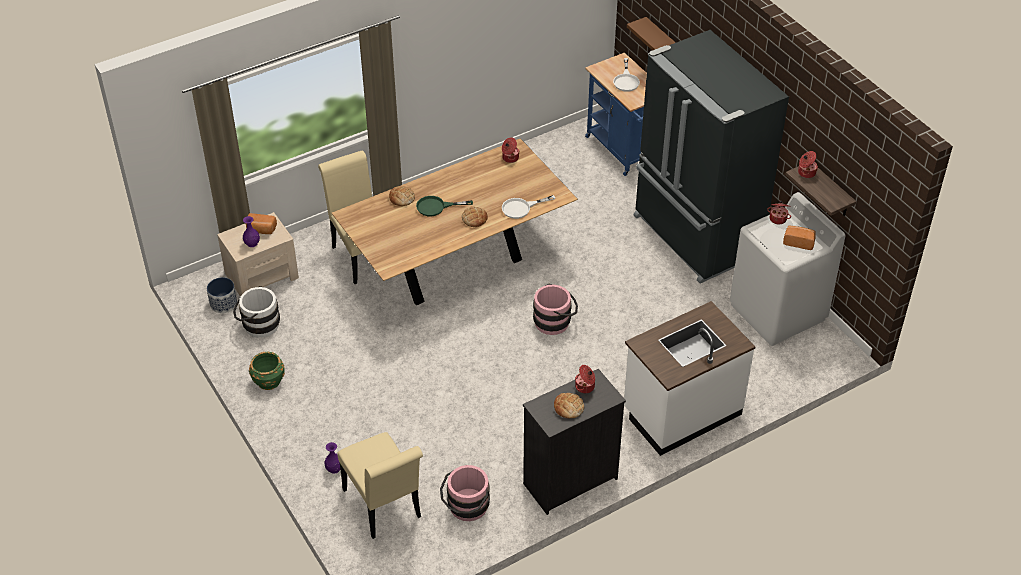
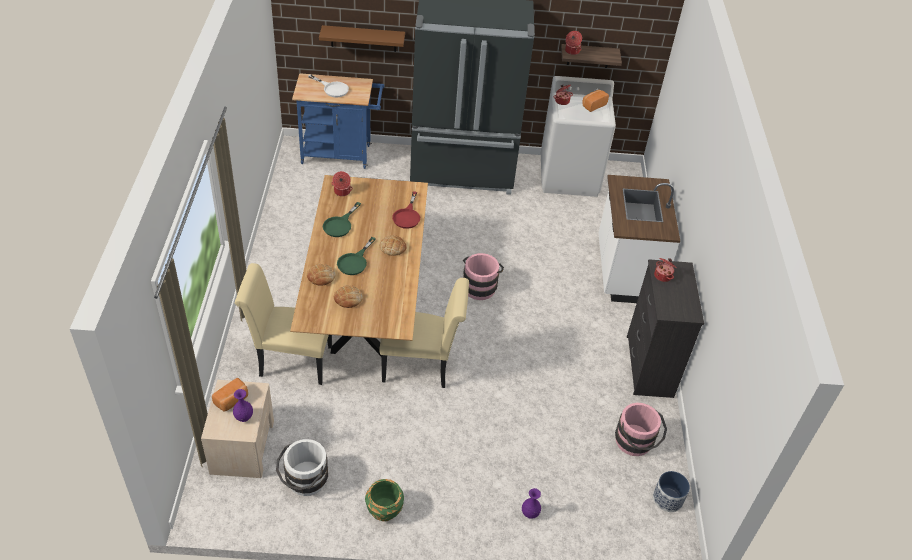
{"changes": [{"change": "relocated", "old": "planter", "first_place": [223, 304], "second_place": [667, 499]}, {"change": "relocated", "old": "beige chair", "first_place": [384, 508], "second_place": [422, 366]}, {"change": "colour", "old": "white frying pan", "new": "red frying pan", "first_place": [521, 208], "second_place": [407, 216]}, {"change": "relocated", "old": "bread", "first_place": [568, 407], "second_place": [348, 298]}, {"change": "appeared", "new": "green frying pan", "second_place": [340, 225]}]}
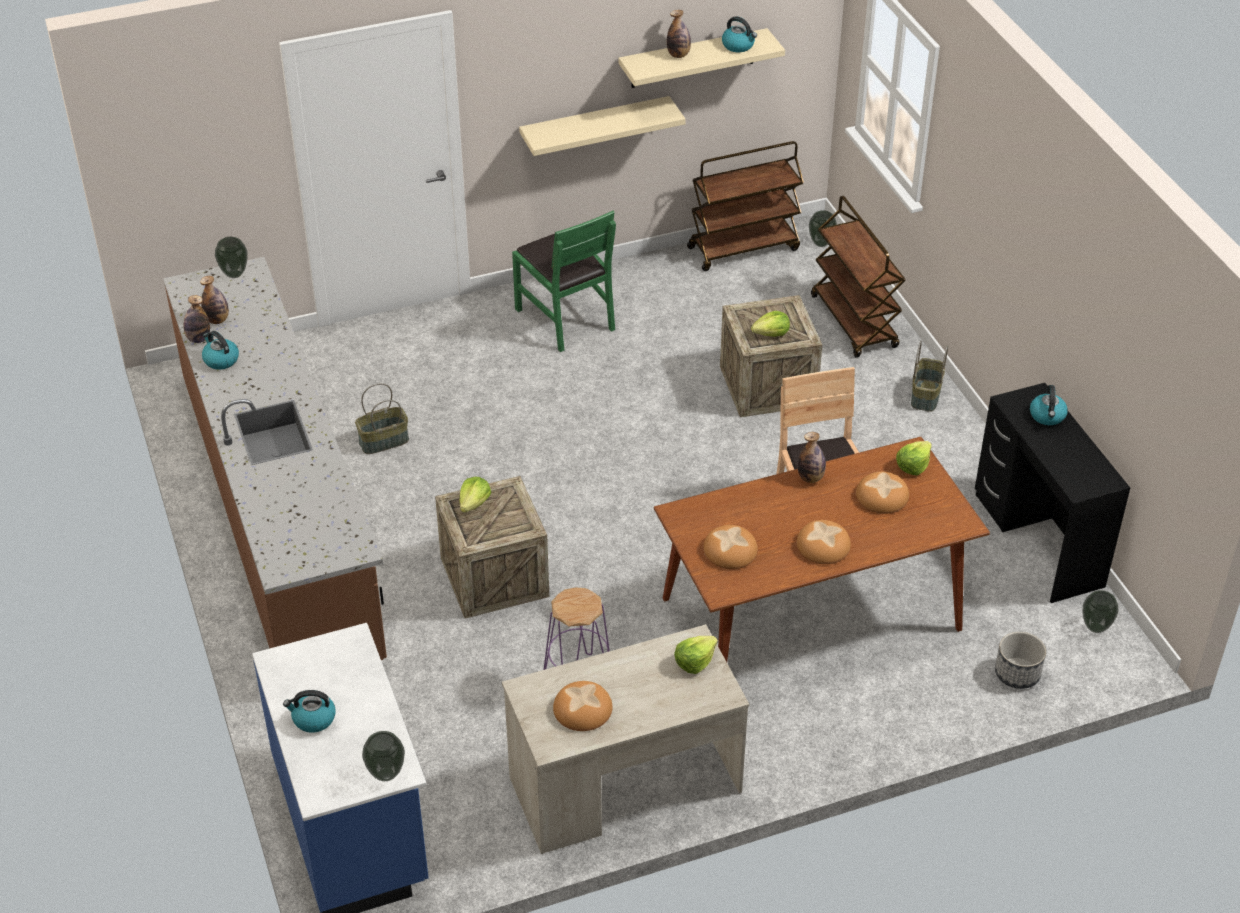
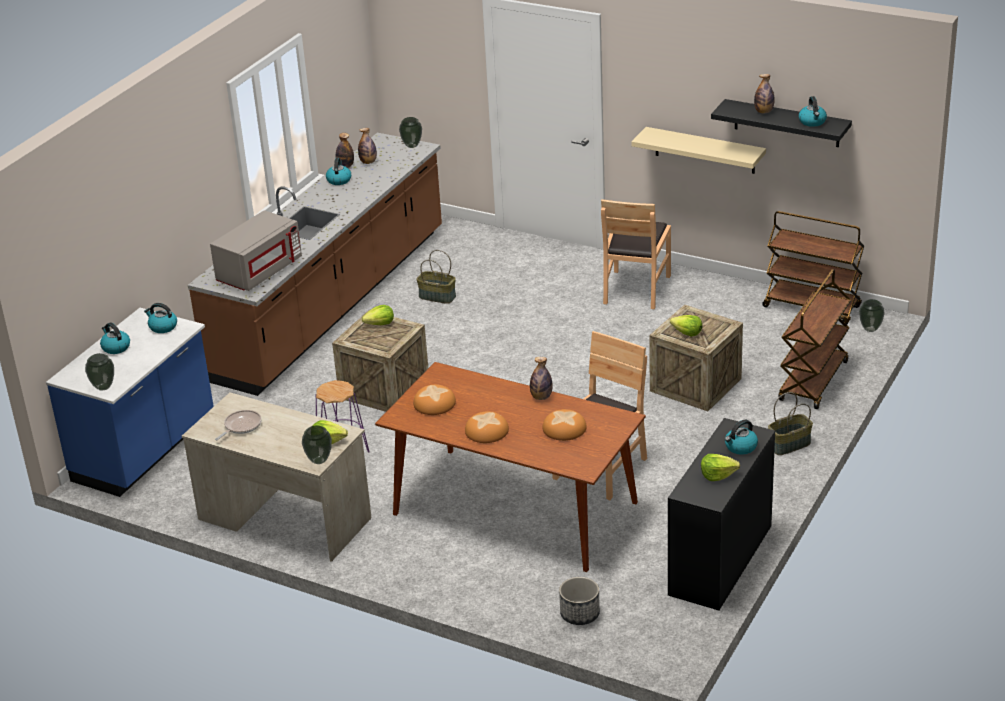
{"changes": [{"change": "colour", "old": "green chair", "new": "brown chair", "first_place": [566, 318], "second_place": [635, 289]}, {"change": "exchanged", "old": "bread", "new": "frying pan", "first_place": [582, 710], "second_place": [241, 426]}, {"change": "colour", "old": "beige shelf", "new": "black shelf", "first_place": [693, 58], "second_place": [786, 123]}, {"change": "relocated", "old": "lettuce", "first_place": [913, 465], "second_place": [717, 475]}, {"change": "relocated", "old": "vase", "first_place": [1096, 628], "second_place": [318, 461]}, {"change": "appeared", "new": "kettle", "second_place": [162, 327]}, {"change": "appeared", "new": "grey microwave", "second_place": [259, 271]}]}
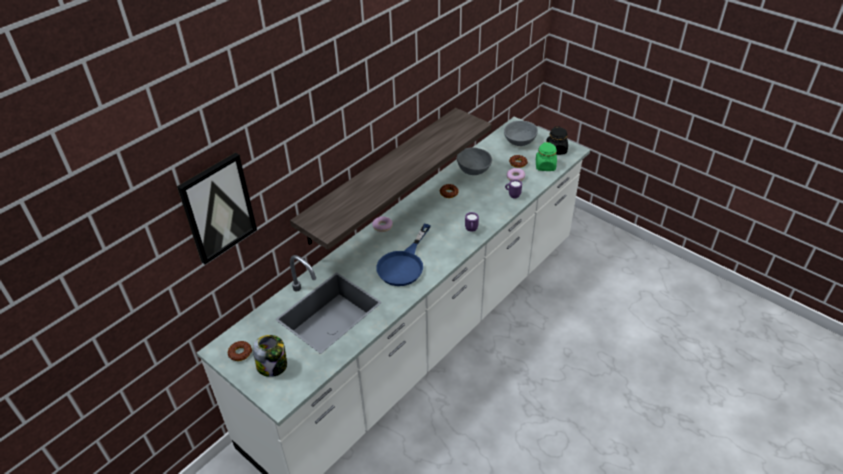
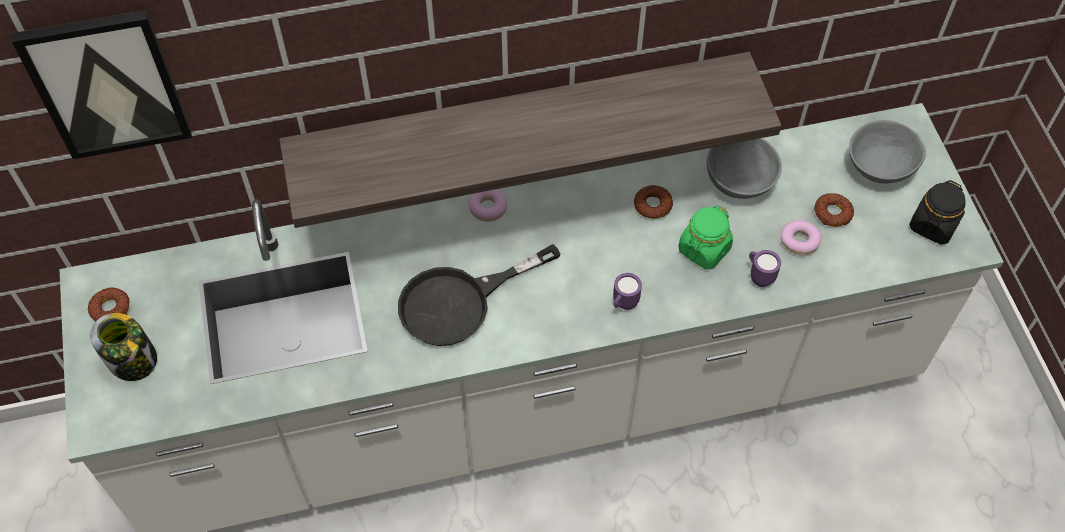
{"changes": [{"change": "colour", "old": "blue frying pan", "new": "black frying pan", "first_place": [404, 264], "second_place": [459, 302]}, {"change": "relocated", "old": "green jar", "first_place": [545, 166], "second_place": [704, 249]}]}
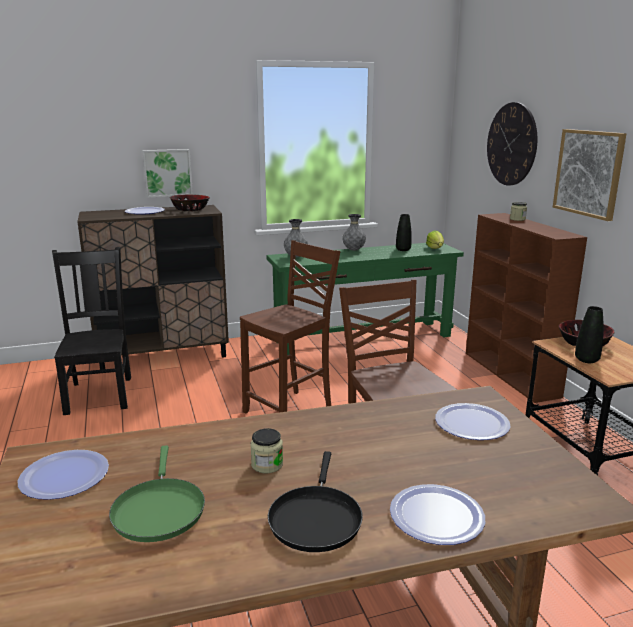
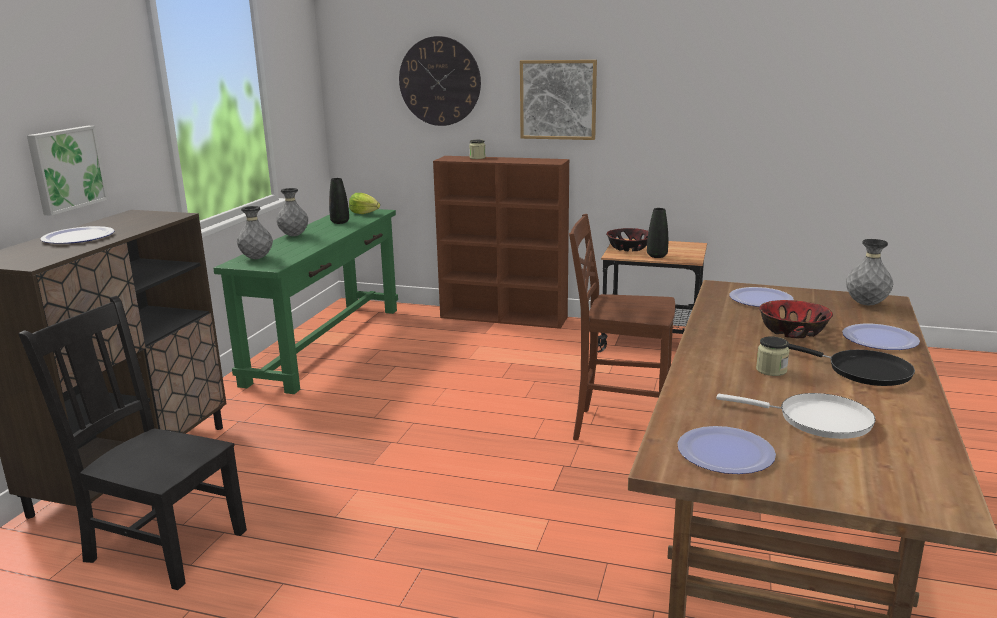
{"changes": [{"change": "colour", "old": "green frying pan", "new": "white frying pan", "first_place": [159, 510], "second_place": [817, 420]}, {"change": "relocated", "old": "bowl", "first_place": [190, 209], "second_place": [792, 331]}, {"change": "missing", "old": "brown chair", "first_place": [291, 410]}, {"change": "appeared", "new": "grey vase", "second_place": [866, 304]}]}
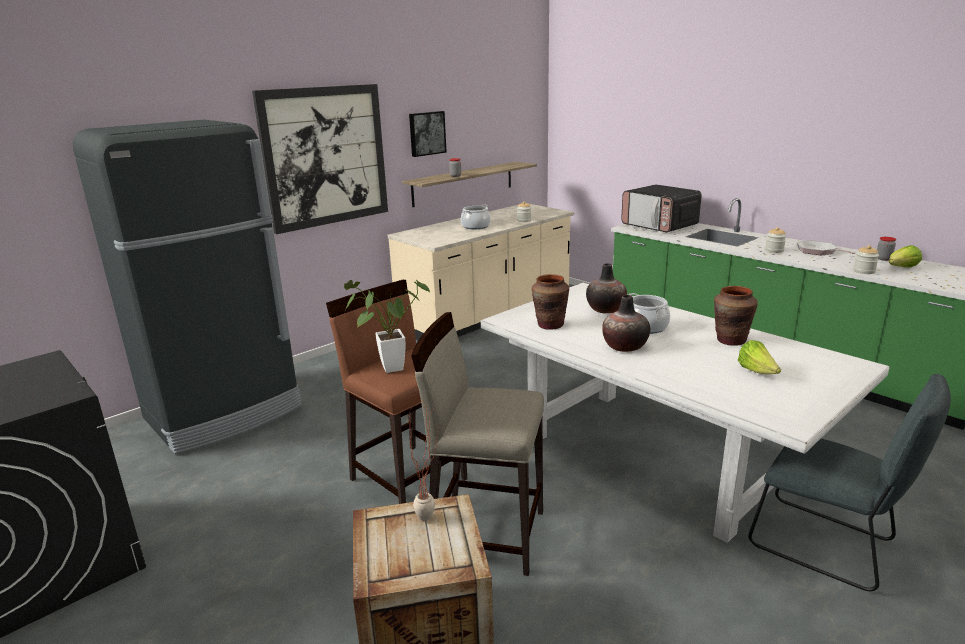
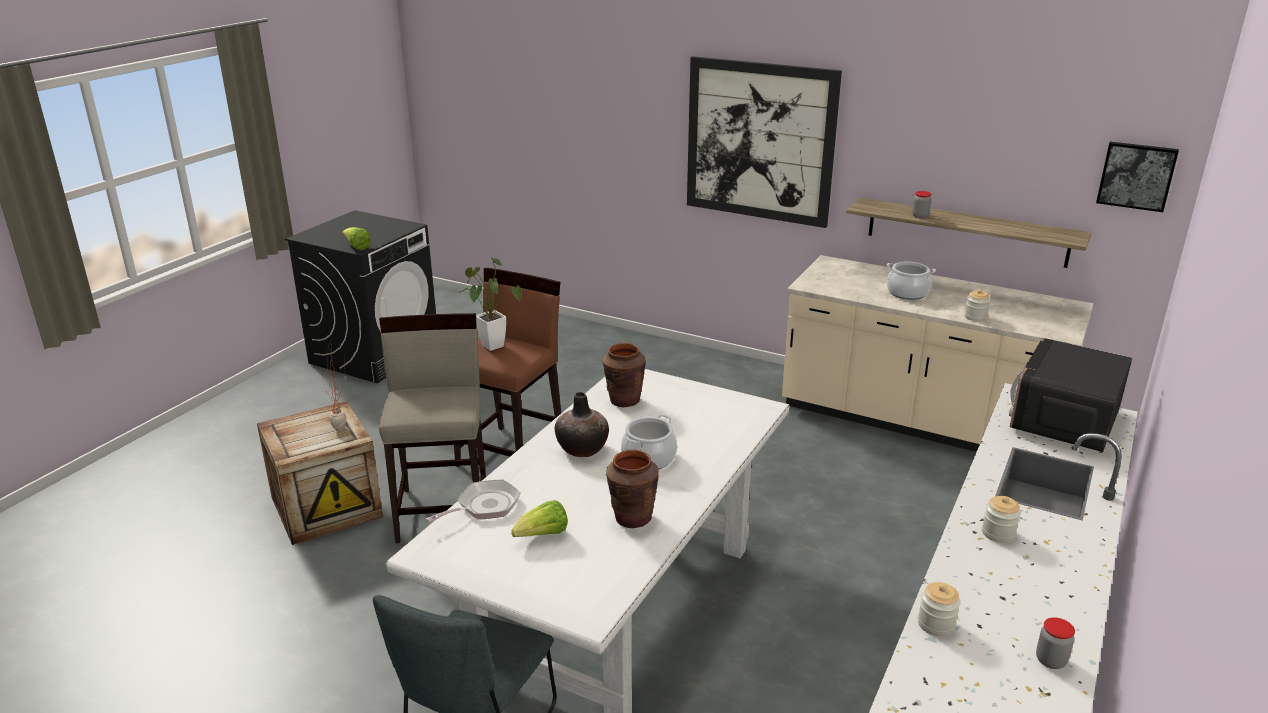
{"changes": [{"change": "missing", "old": "black fridge", "first_place": [225, 413]}, {"change": "relocated", "old": "picture", "first_place": [426, 133], "second_place": [1136, 175]}, {"change": "missing", "old": "vase", "first_place": [605, 309]}, {"change": "relocated", "old": "frying pan", "first_place": [819, 252], "second_place": [484, 506]}, {"change": "relocated", "old": "lettuce", "first_place": [901, 268], "second_place": [357, 247]}]}
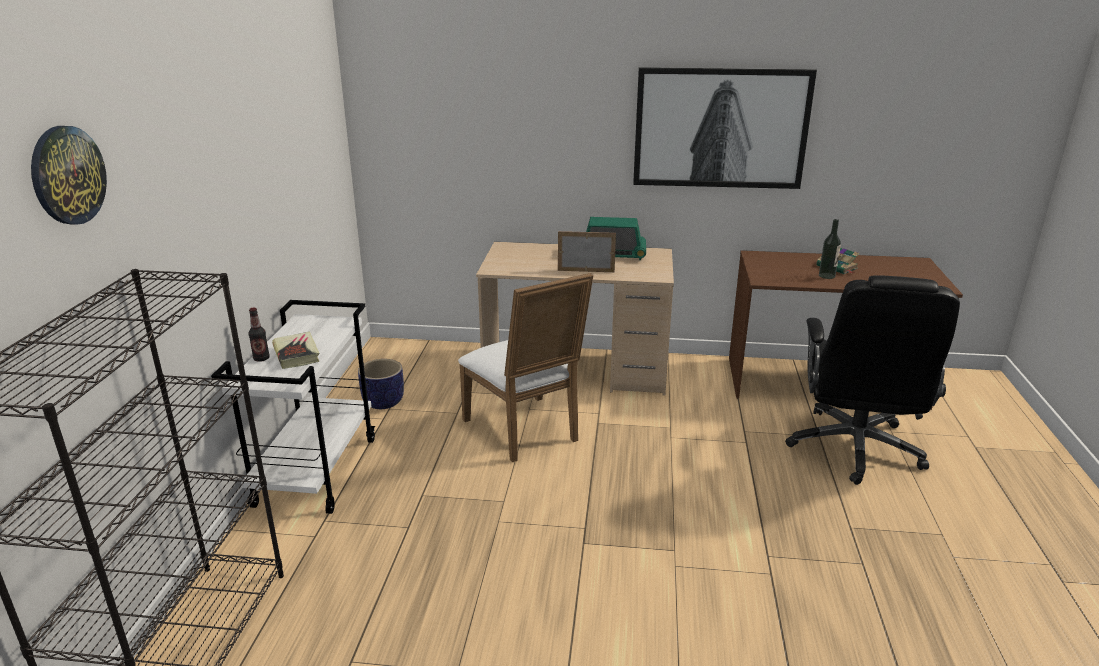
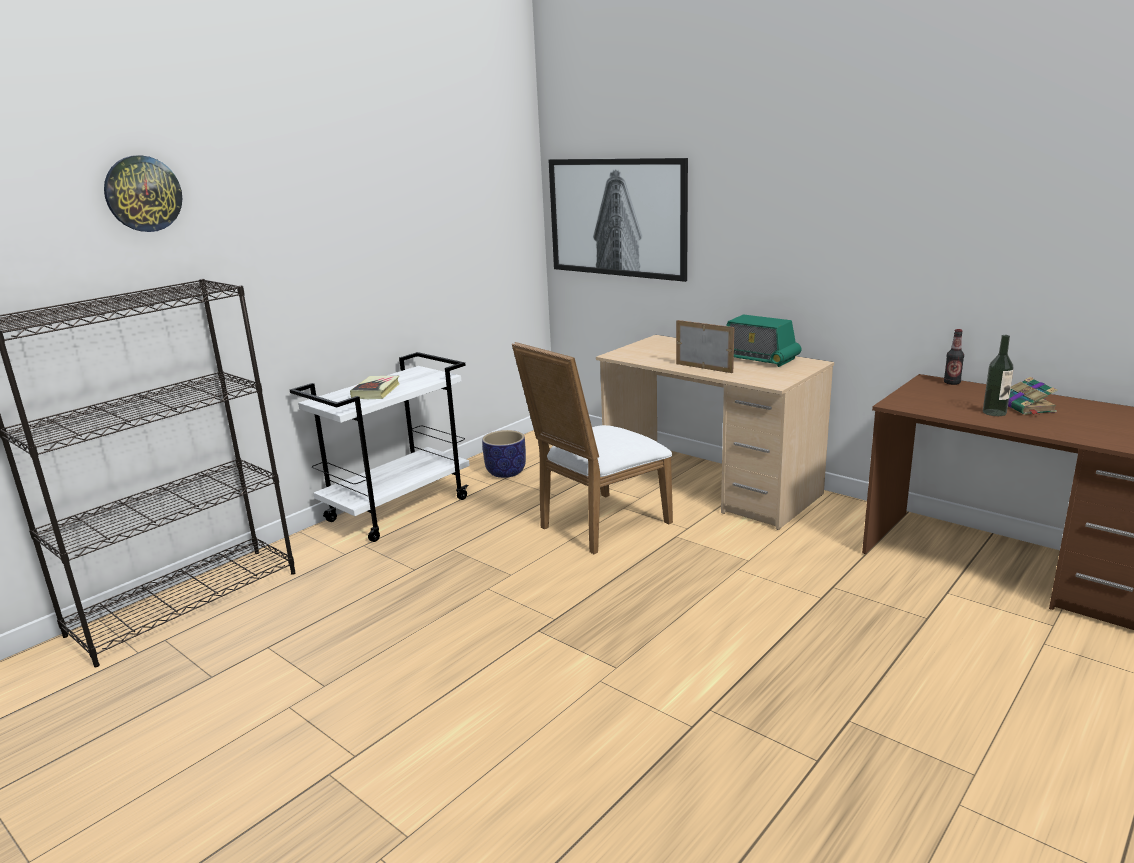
{"changes": [{"change": "relocated", "old": "bottle", "first_place": [261, 358], "second_place": [951, 383]}, {"change": "spun", "old": "white chair", "first_place": [526, 432], "second_place": [597, 526], "degrees": 45}, {"change": "relocated", "old": "picture", "first_place": [720, 128], "second_place": [617, 217]}, {"change": "missing", "old": "black office chair", "first_place": [855, 448]}]}
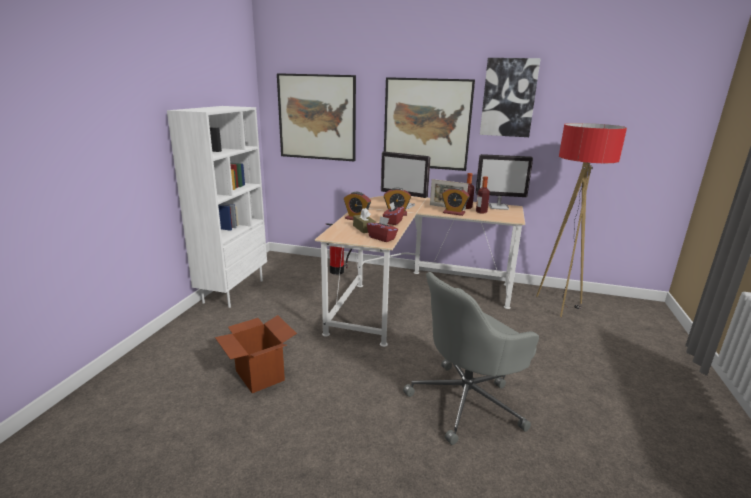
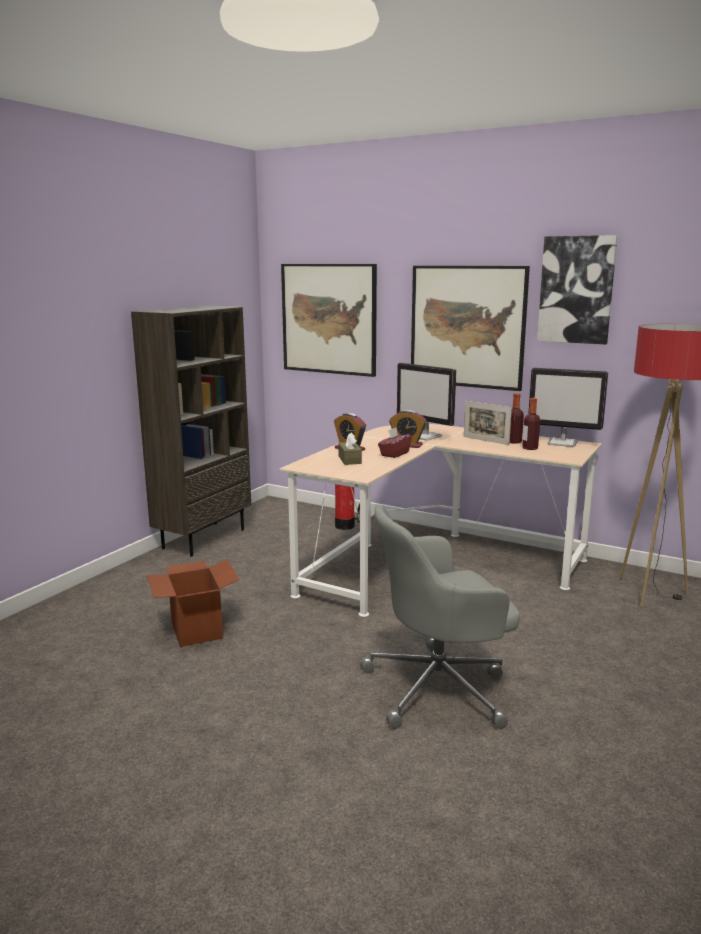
{"changes": [{"change": "colour", "old": "white bookcase", "new": "brown bookcase", "first_place": [233, 291], "second_place": [203, 538]}, {"change": "missing", "old": "red tissue box", "first_place": [382, 238]}, {"change": "missing", "old": "alarm clock", "first_place": [454, 213]}]}
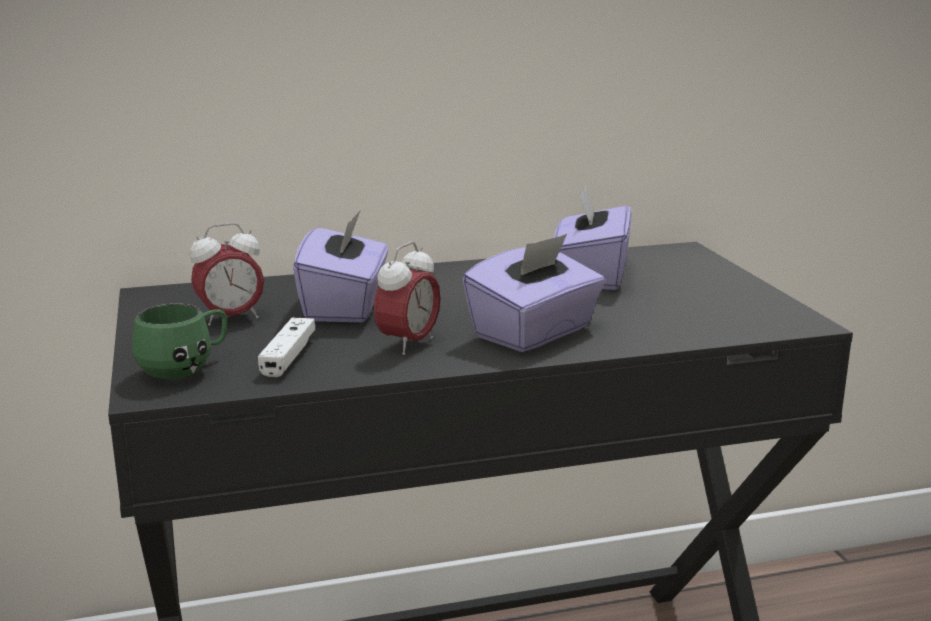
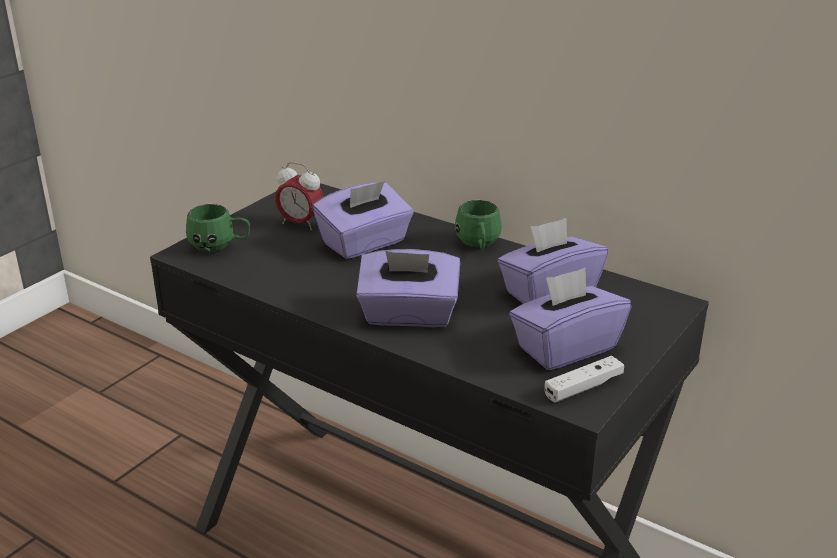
{"changes": [{"change": "relocated", "old": "white game controller", "first_place": [288, 357], "second_place": [583, 387]}, {"change": "missing", "old": "alarm clock", "first_place": [408, 344]}, {"change": "appeared", "new": "green mug", "second_place": [478, 246]}, {"change": "appeared", "new": "purple tissue box", "second_place": [565, 347]}]}
